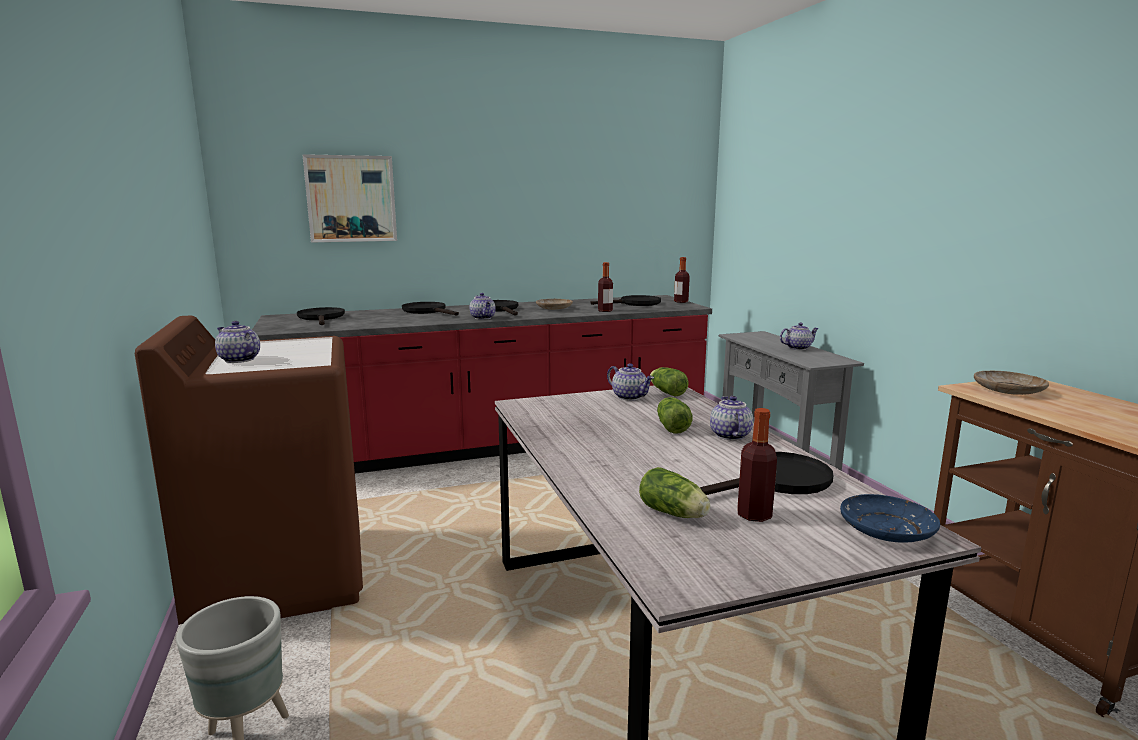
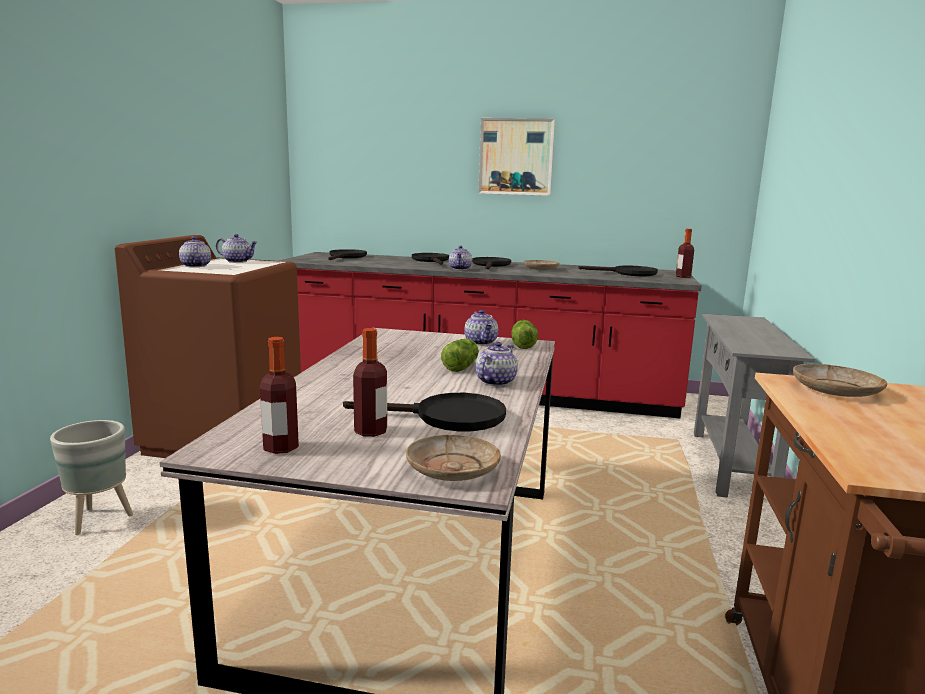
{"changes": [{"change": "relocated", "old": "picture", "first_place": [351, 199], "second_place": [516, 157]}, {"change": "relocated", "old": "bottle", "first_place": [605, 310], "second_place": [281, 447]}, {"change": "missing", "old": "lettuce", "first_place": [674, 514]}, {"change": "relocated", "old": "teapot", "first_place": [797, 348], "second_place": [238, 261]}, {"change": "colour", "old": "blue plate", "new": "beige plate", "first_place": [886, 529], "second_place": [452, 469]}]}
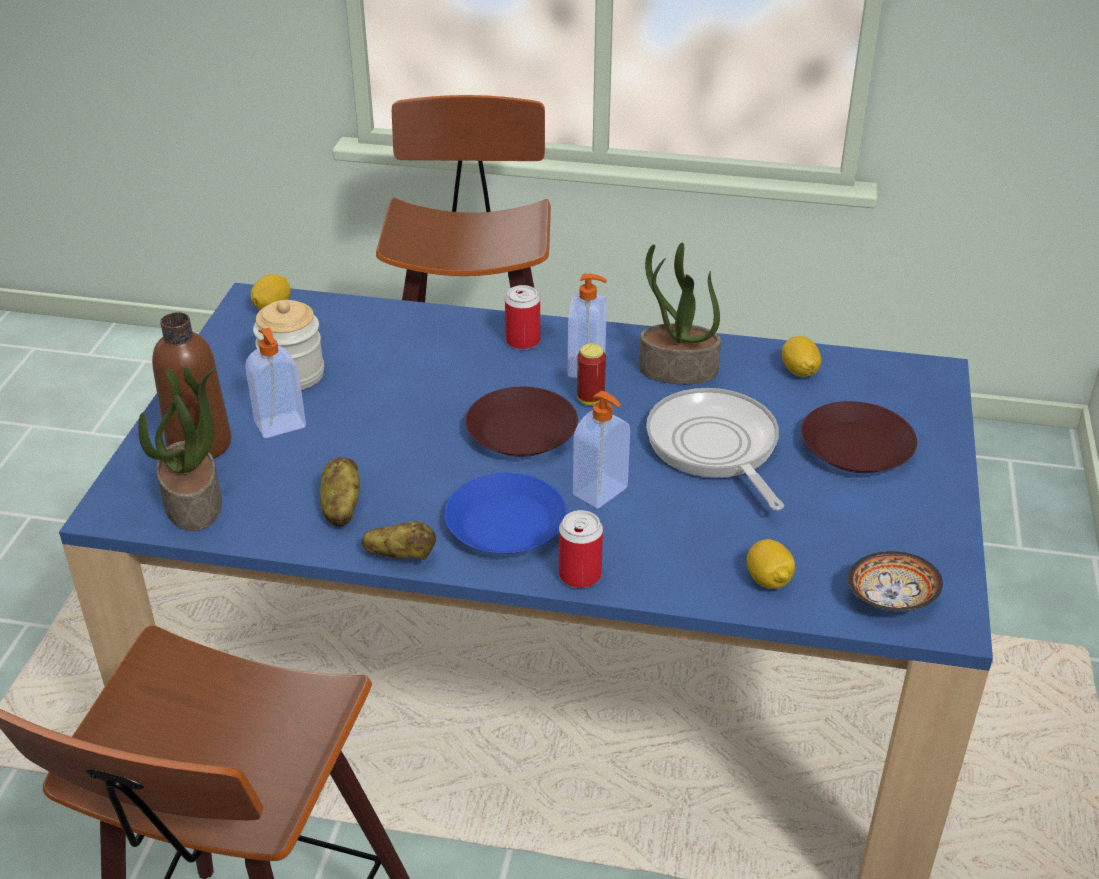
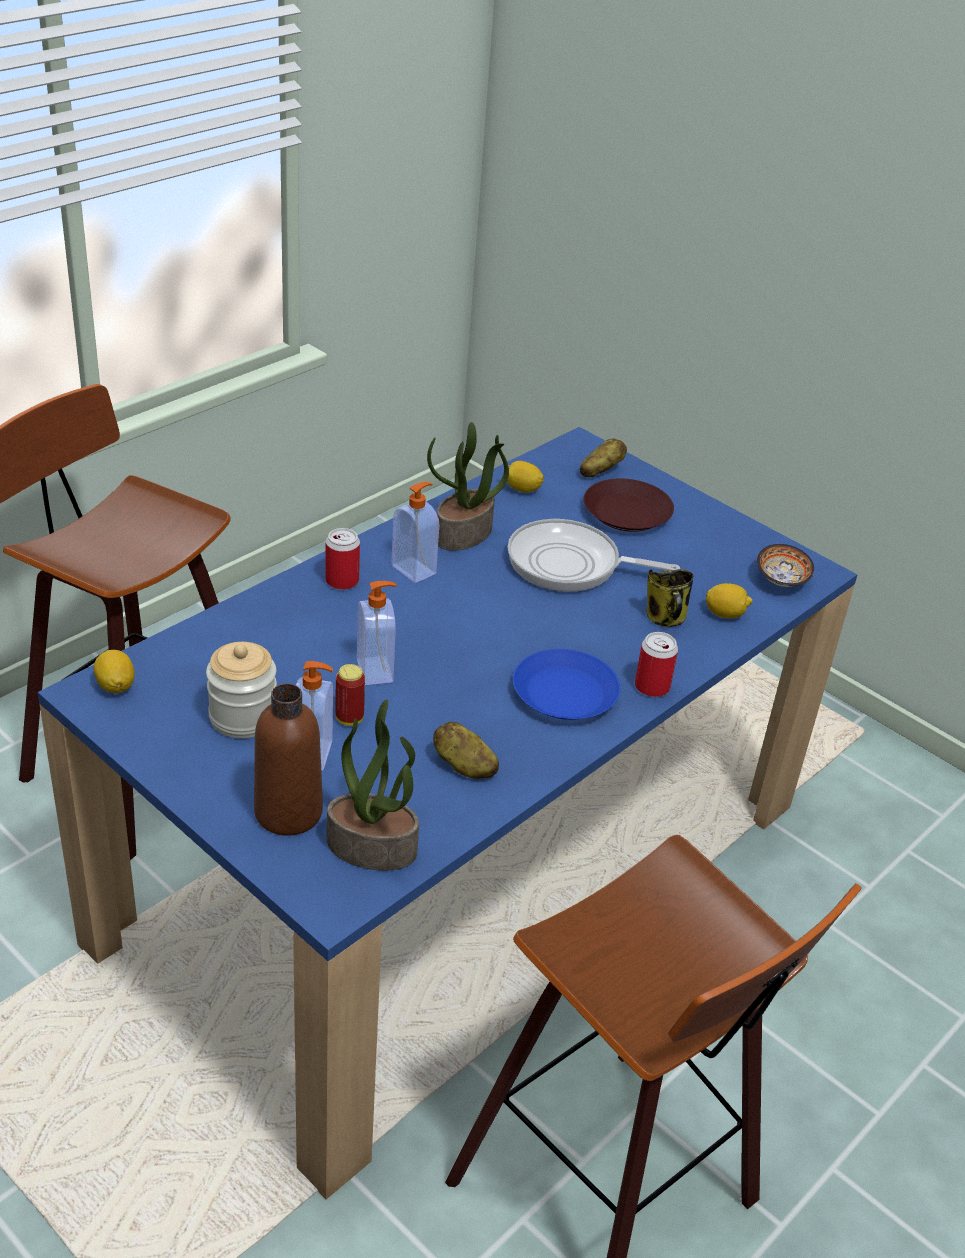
{"changes": [{"change": "relocated", "old": "potato", "first_place": [401, 556], "second_place": [600, 471]}, {"change": "missing", "old": "brown plate", "first_place": [521, 430]}, {"change": "relocated", "old": "soap dispenser", "first_place": [601, 492], "second_place": [376, 671]}, {"change": "relocated", "old": "can", "first_place": [590, 399], "second_place": [349, 718]}, {"change": "appeared", "new": "mug", "second_place": [666, 619]}]}
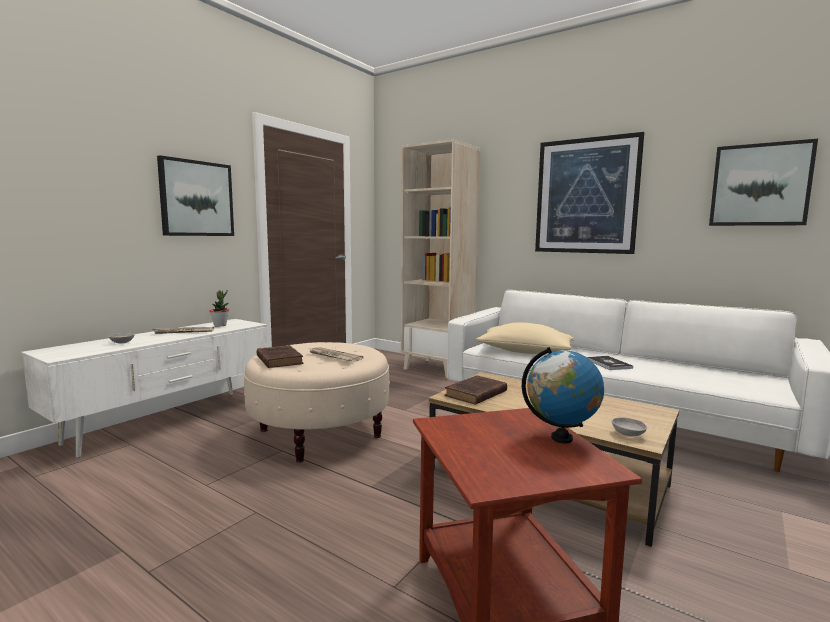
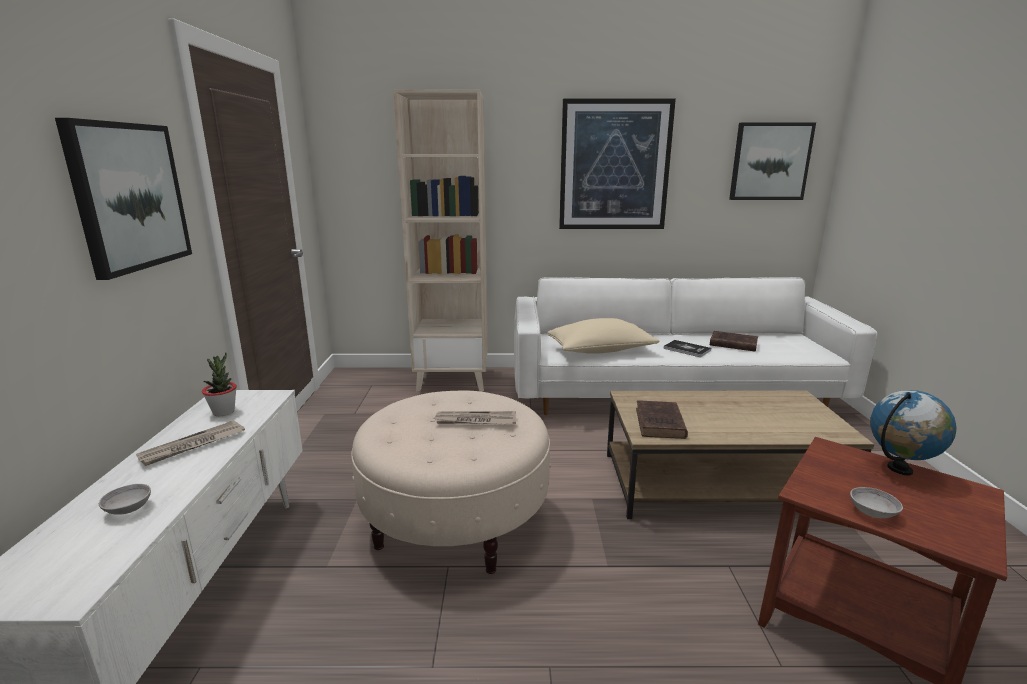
{"changes": [{"change": "relocated", "old": "brown book", "first_place": [279, 360], "second_place": [732, 344]}, {"change": "relocated", "old": "grey bowl", "first_place": [628, 434], "second_place": [872, 512]}]}
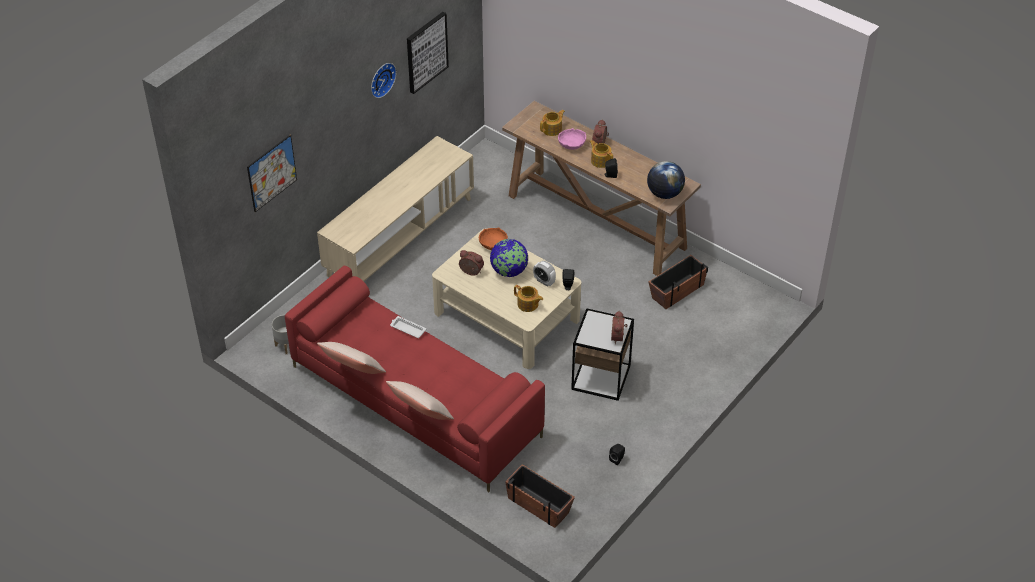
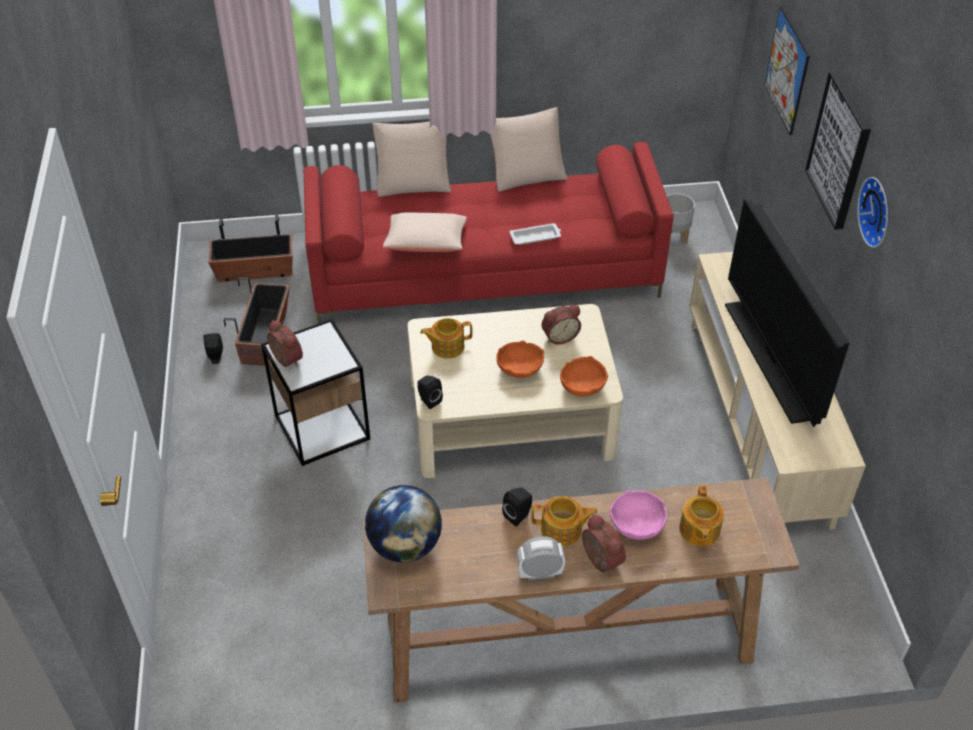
{"changes": [{"change": "relocated", "old": "picture", "first_place": [426, 52], "second_place": [840, 150]}, {"change": "exchanged", "old": "globe", "new": "orange bowl", "first_place": [509, 271], "second_place": [519, 368]}, {"change": "relocated", "old": "alarm clock", "first_place": [544, 281], "second_place": [540, 573]}, {"change": "relocated", "old": "planter", "first_place": [677, 291], "second_place": [265, 337]}, {"change": "appeared", "new": "beige pillow", "second_place": [426, 244]}, {"change": "appeared", "new": "television", "second_place": [771, 360]}]}
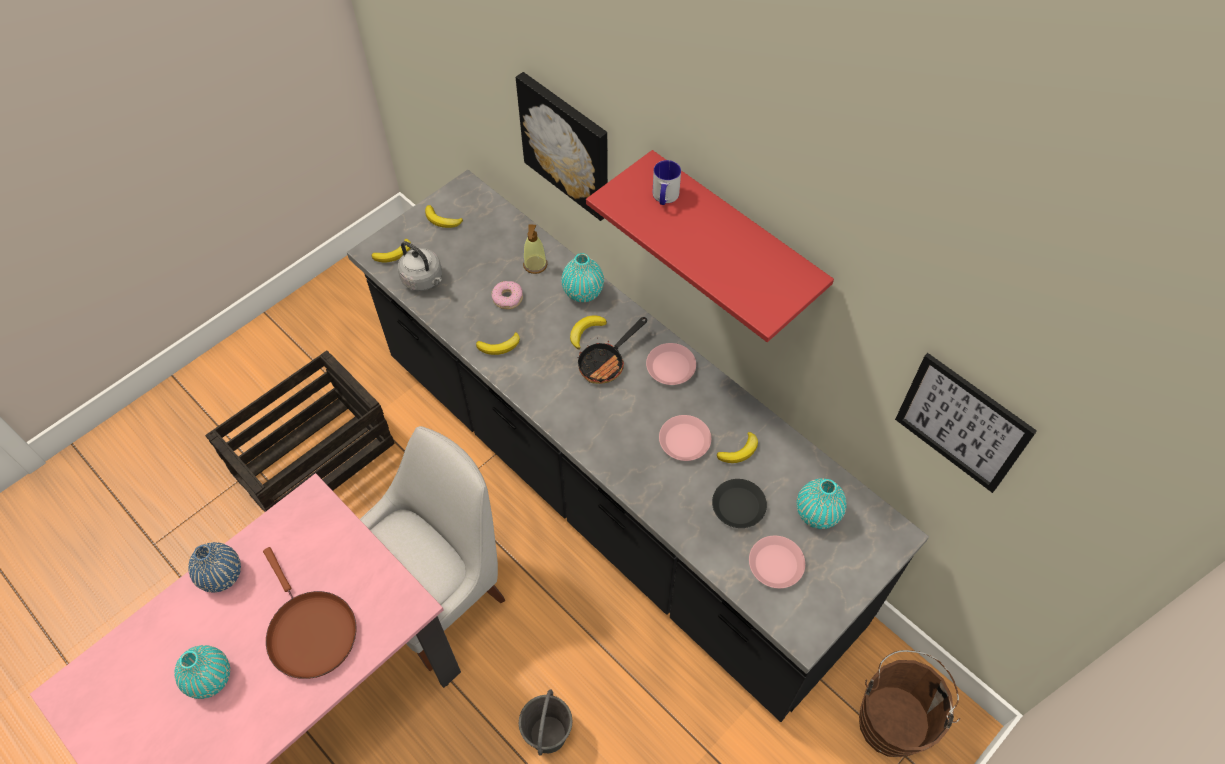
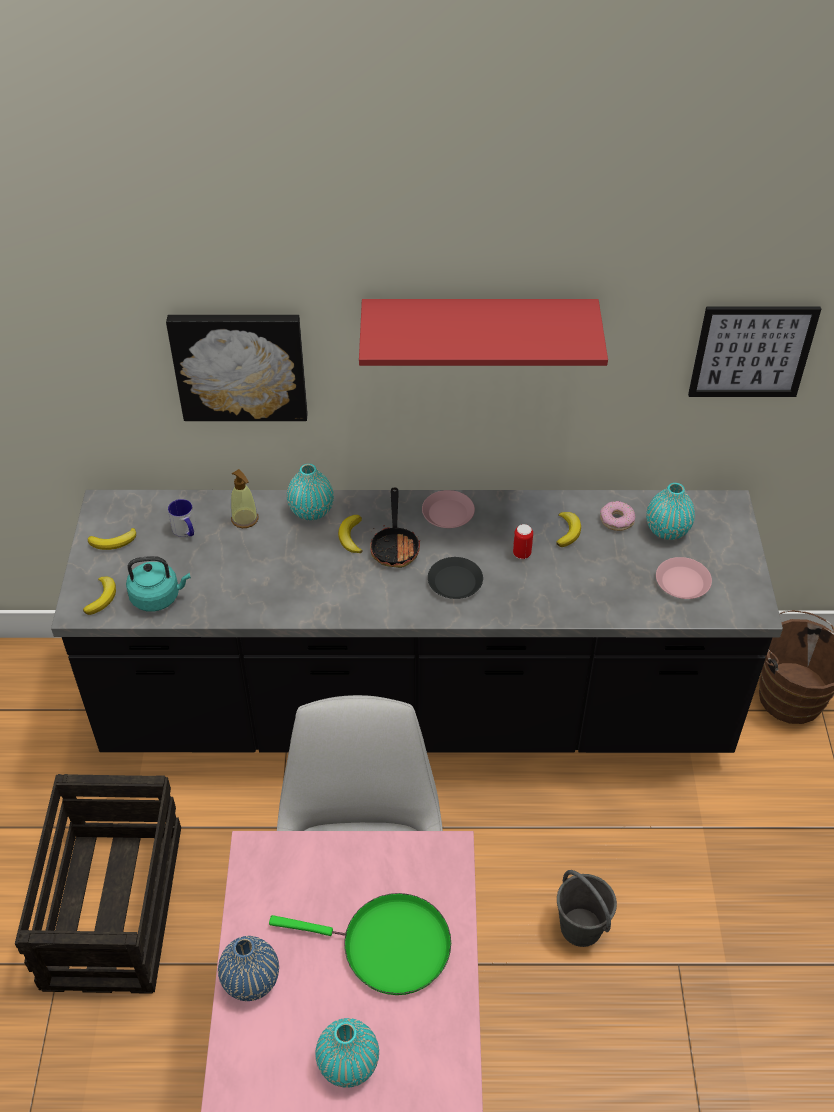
{"changes": [{"change": "colour", "old": "brown frying pan", "new": "green frying pan", "first_place": [310, 631], "second_place": [388, 947]}, {"change": "colour", "old": "grey kettle", "new": "turquoise kettle", "first_place": [424, 280], "second_place": [158, 597]}, {"change": "missing", "old": "banana", "first_place": [500, 346]}, {"change": "relocated", "old": "donut", "first_place": [507, 298], "second_place": [617, 520]}, {"change": "relocated", "old": "mug", "first_place": [664, 197], "second_place": [186, 531]}, {"change": "exchanged", "old": "pink plate", "new": "can", "first_place": [685, 440], "second_place": [522, 553]}, {"change": "relocated", "old": "black plate", "first_place": [739, 506], "second_place": [455, 582]}]}
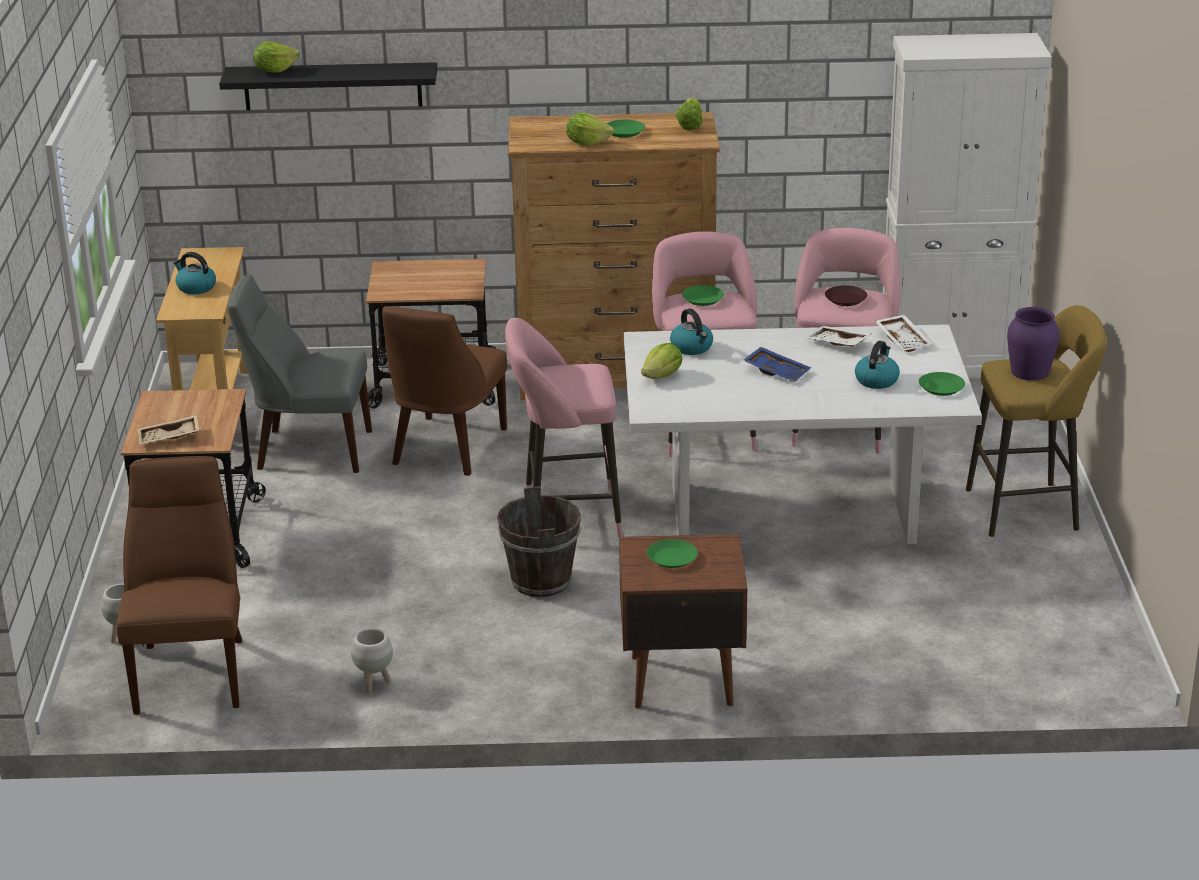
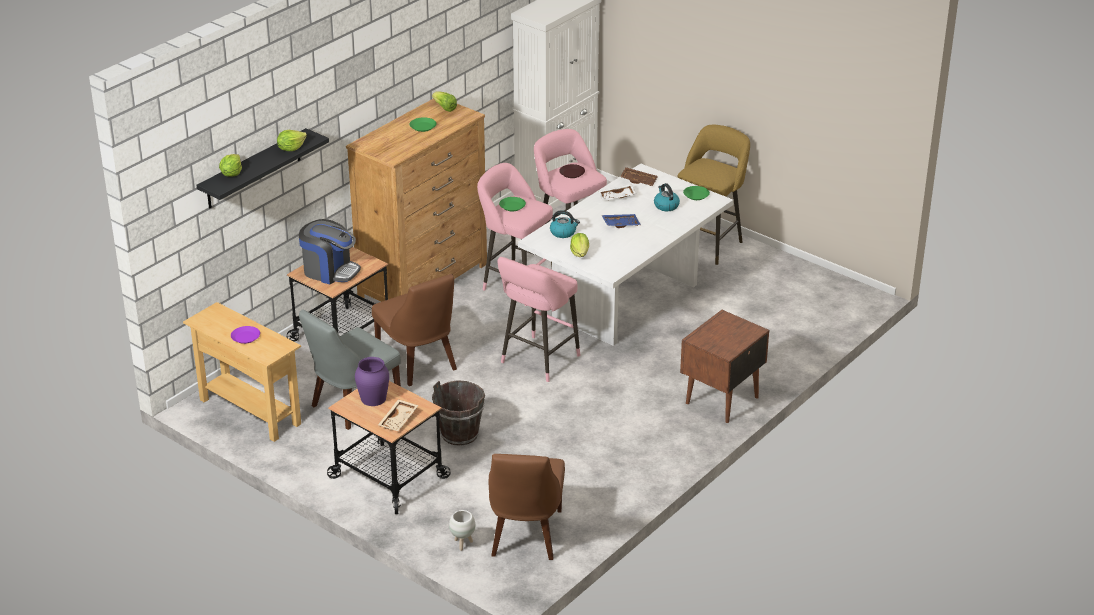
{"changes": [{"change": "spun", "old": "brown chair", "first_place": [191, 671], "second_place": [525, 536], "degrees": -120}, {"change": "exchanged", "old": "kettle", "new": "purple plate", "first_place": [195, 287], "second_place": [246, 337]}, {"change": "missing", "old": "white planter", "first_place": [374, 684]}, {"change": "relocated", "old": "brown bucket", "first_place": [540, 581], "second_place": [459, 434]}, {"change": "relocated", "old": "lettuce", "first_place": [587, 143], "second_place": [291, 148]}, {"change": "missing", "old": "green plate", "first_place": [673, 558]}, {"change": "colour", "old": "white tray", "new": "brown tray", "first_place": [904, 340], "second_place": [639, 180]}, {"change": "relocated", "old": "purple vase", "first_place": [1030, 372], "second_place": [373, 398]}, {"change": "appeared", "new": "coffee machine", "second_place": [330, 271]}]}
